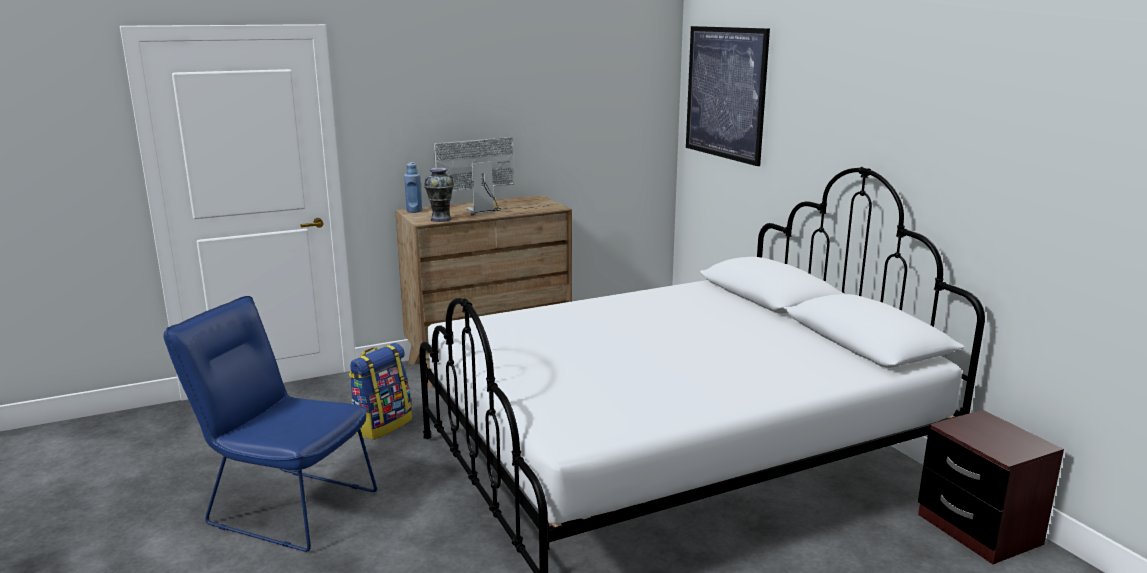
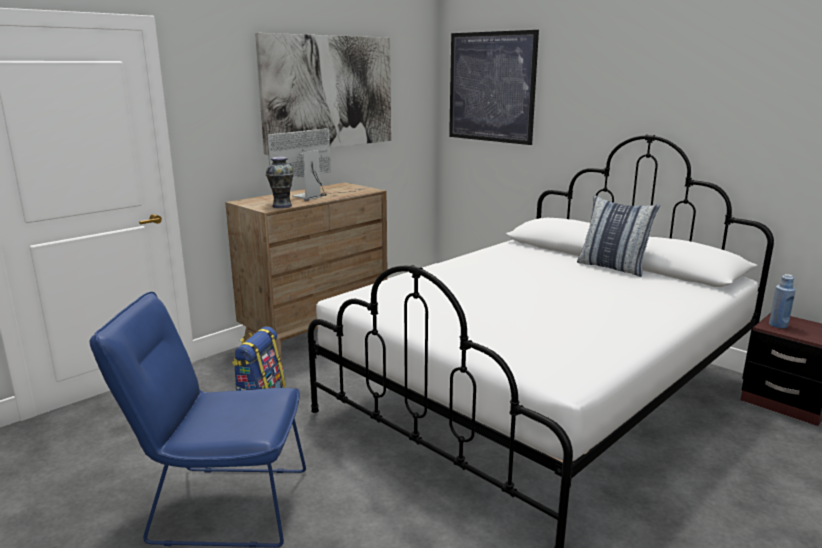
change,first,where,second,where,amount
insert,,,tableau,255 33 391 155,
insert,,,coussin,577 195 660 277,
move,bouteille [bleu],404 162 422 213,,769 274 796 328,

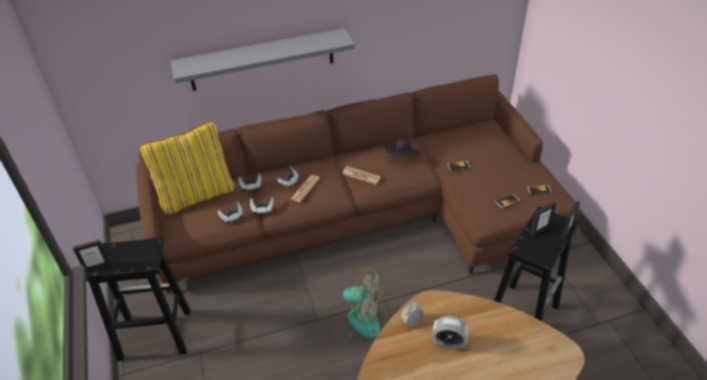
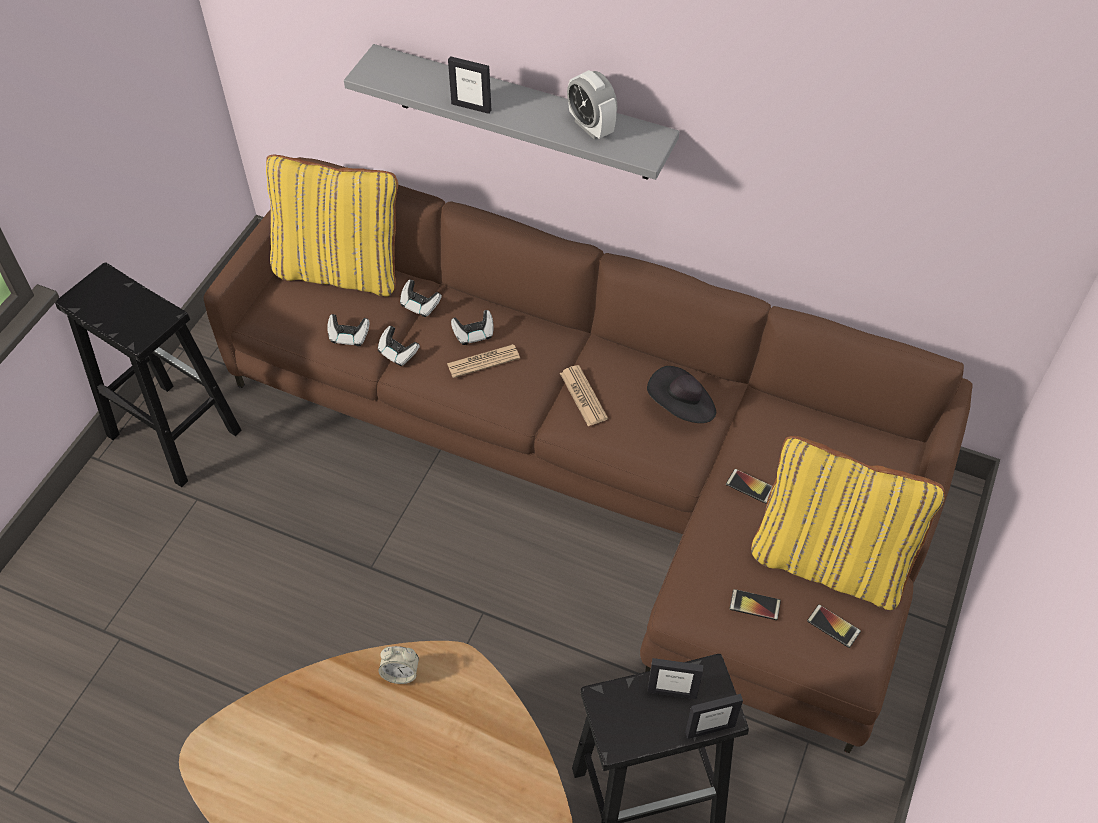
change,first,where,second,where,amount
delete,ventilateur,327 267 383 345,,,
insert,,,coussin [jaune],751 436 945 610,
move,cadre photo,73 239 110 271,,448 56 491 114,
move,réveil,432 316 469 350,,567 70 617 140,

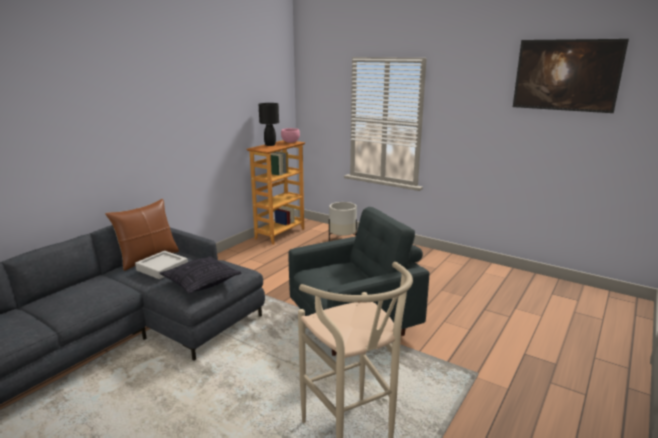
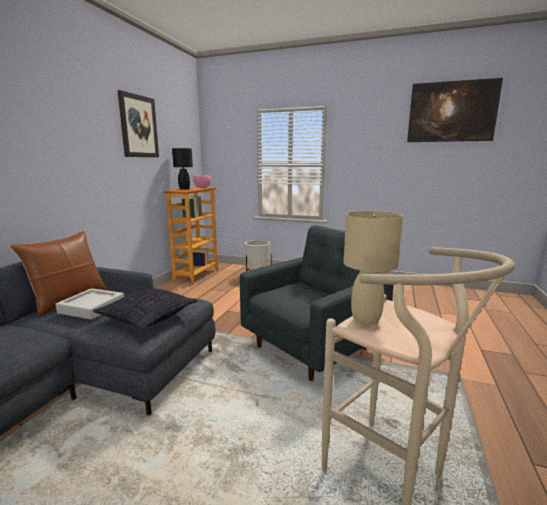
change,first,where,second,where,amount
insert,,,tableau,118 90 159 158,
insert,,,lampe de table [beige],343 211 403 325,

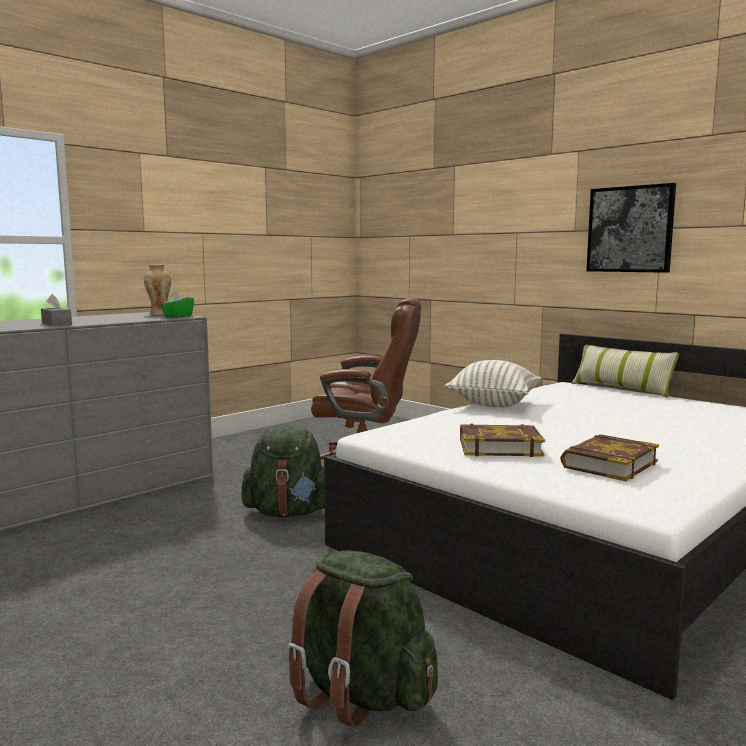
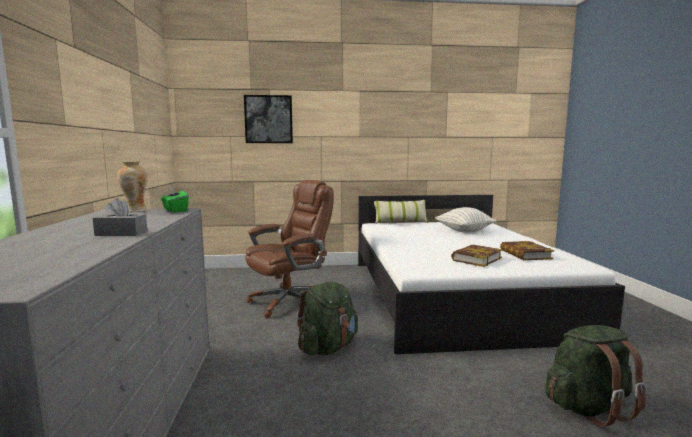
change,first,where,second,where,amount
move,coussin,445 360 541 408,,435 207 496 233,
move,tableau,586 183 676 273,,244 95 293 143,

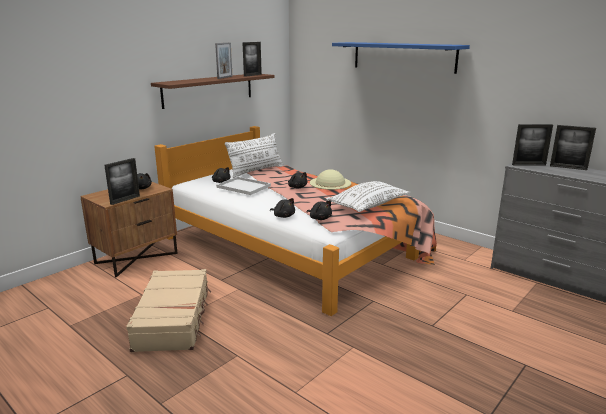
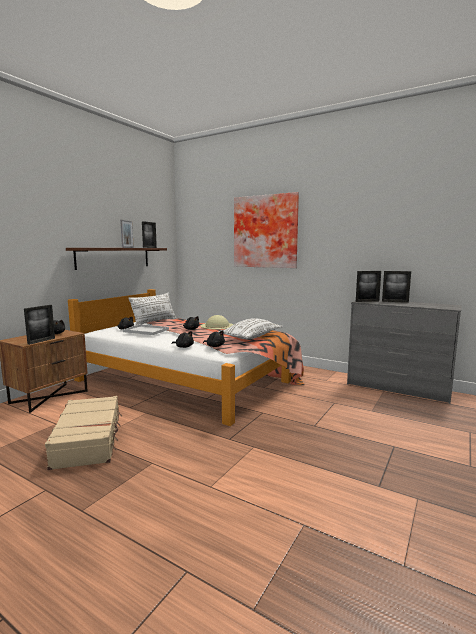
change,first,where,second,where,amount
replace,étagère [bleu],332 42 470 74,tableau,234 192 299 268,

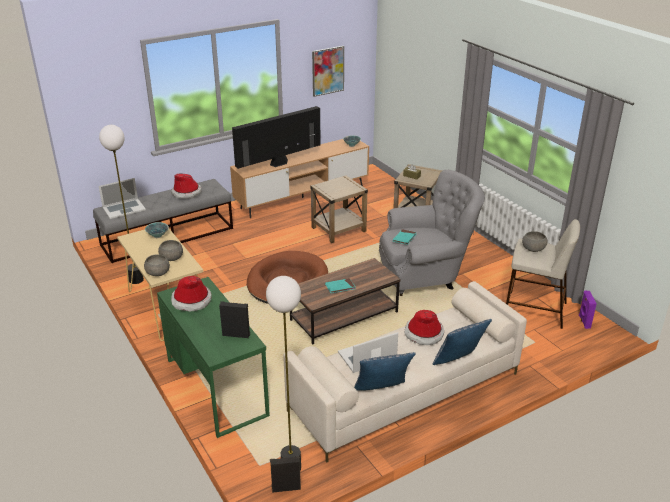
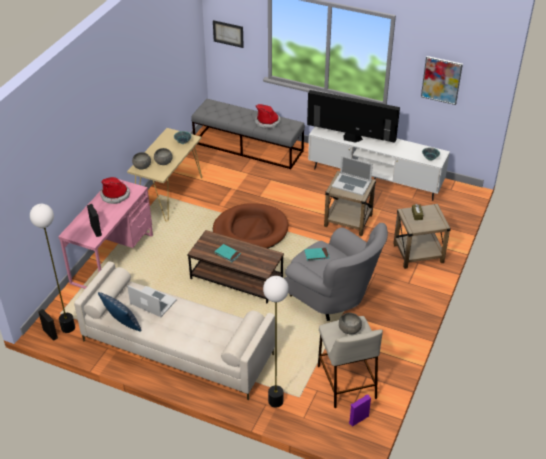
change,first,where,second,where,amount
delete,chapeau,405 310 444 345,,,
delete,coussin,432 319 492 365,,,
insert,,,tableau,213 20 244 48,
move,lampadaire,99 125 144 284,,263 276 289 408,
move,ordinateur portable,99 178 146 219,,332 156 373 196,
recolor,bureau [vert],157 277 270 438,bureau [rose],58 179 153 289,
recolor,meuble télé [marron],230 139 369 218,meuble télé [blanc],308 127 450 201,

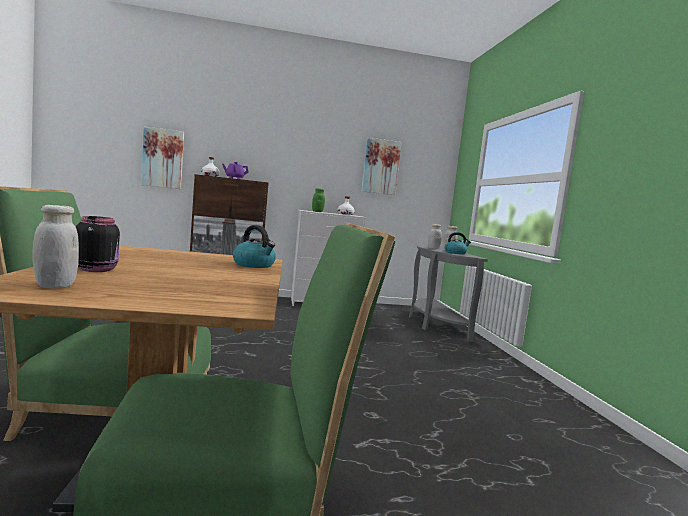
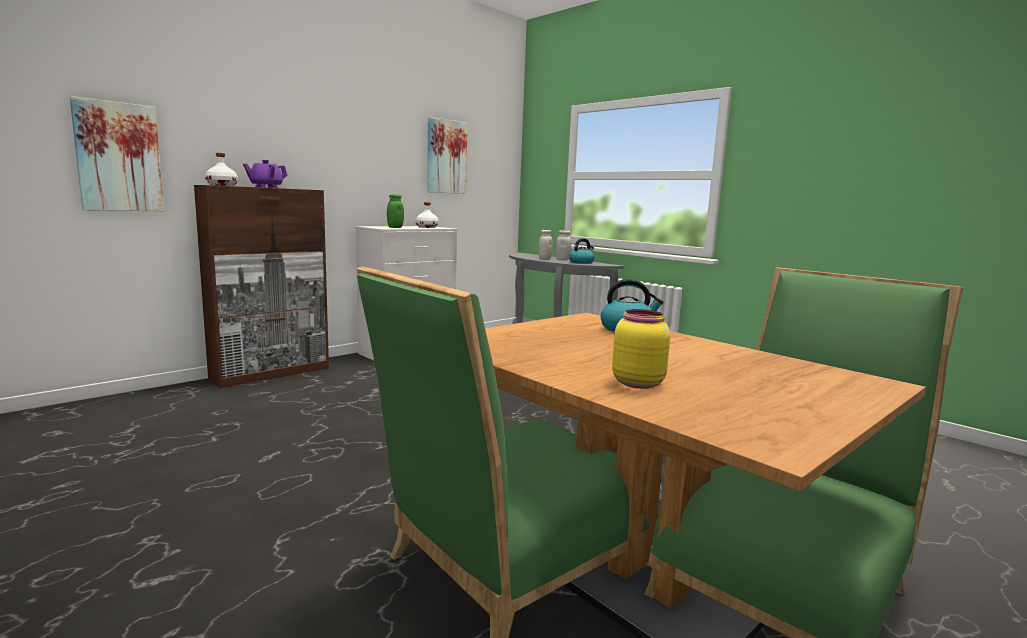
change,first,where,second,where,amount
delete,bocal [blanc],32 205 79 288,,,
recolor,bocal [noir],76 216 120 272,bocal [jaune],612 309 670 389,

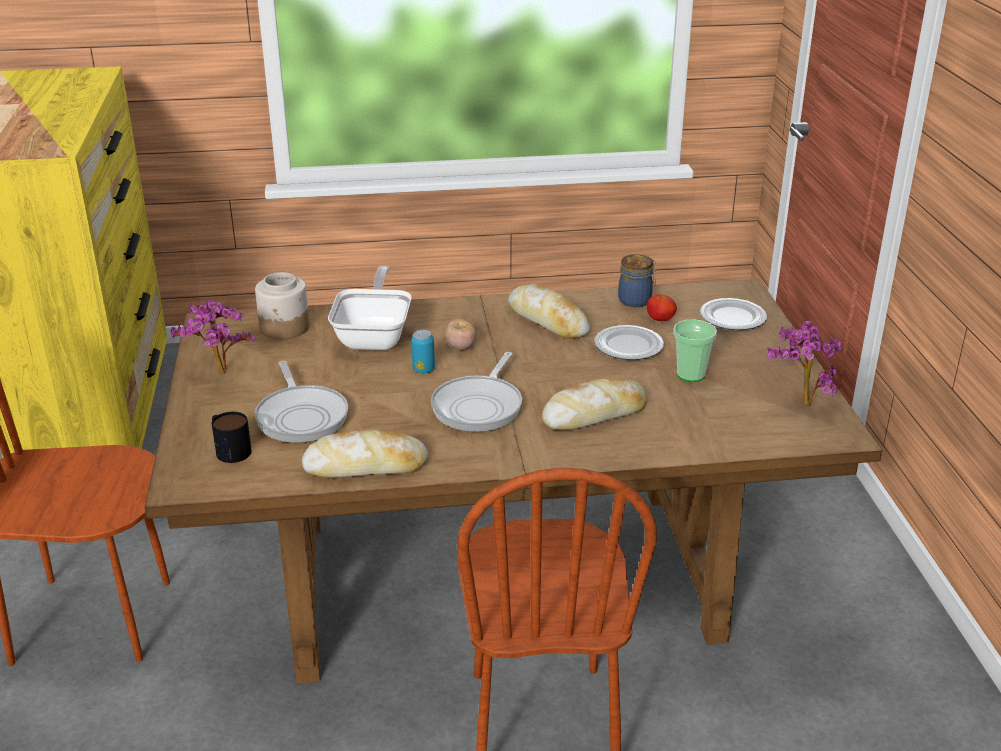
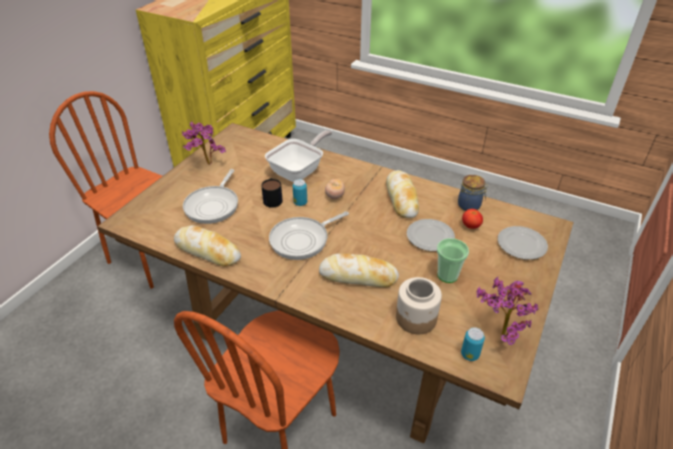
change,first,where,second,where,amount
insert,,,boîte métallique,461 327 485 361,
move,mug,212 412 252 463,,261 178 283 208,
move,bocal,255 272 309 339,,396 277 442 334,

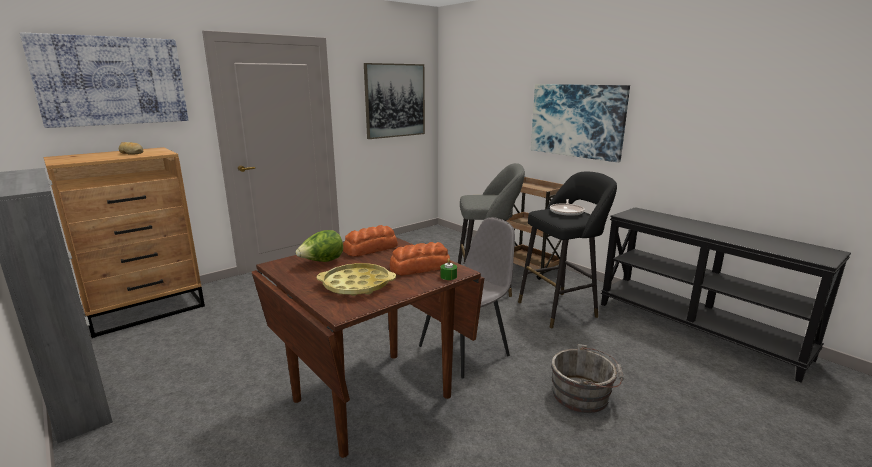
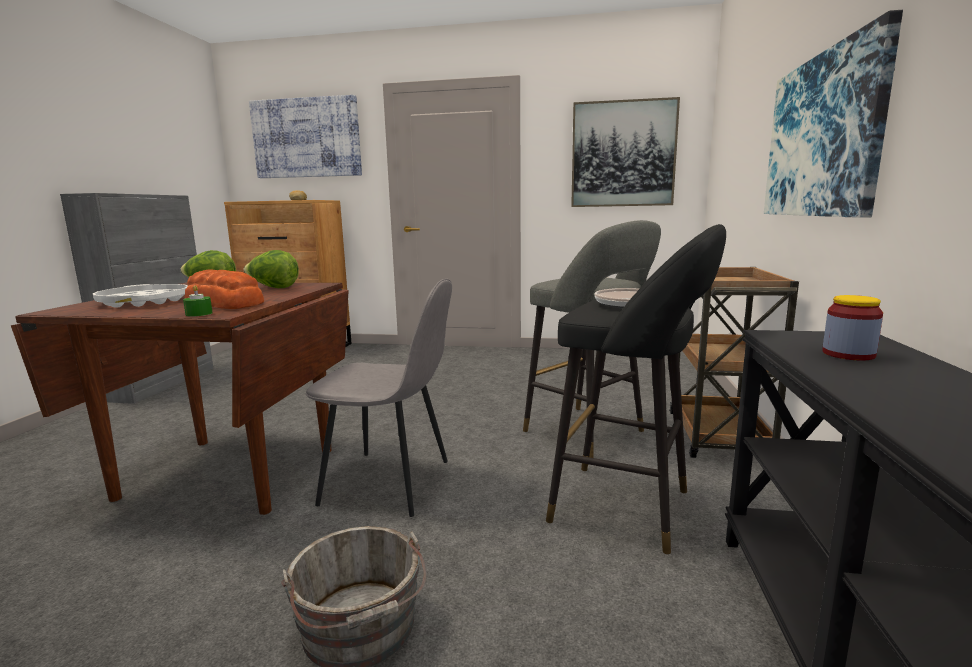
change,first,where,second,where,amount
insert,,,bocal,822 295 883 361,
replace,pain,343 225 398 257,laitue,243 250 299 288,
recolor,plateau [jaune],317 263 396 296,plateau [blanc],93 284 188 308,

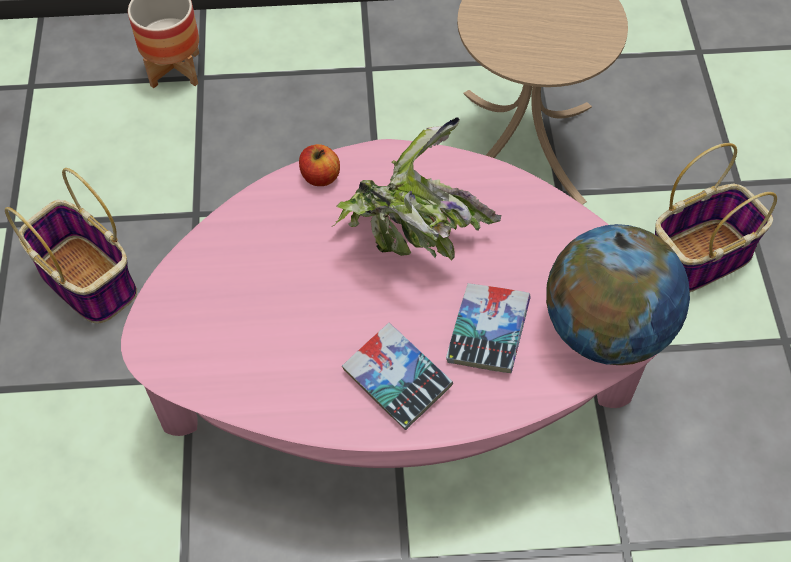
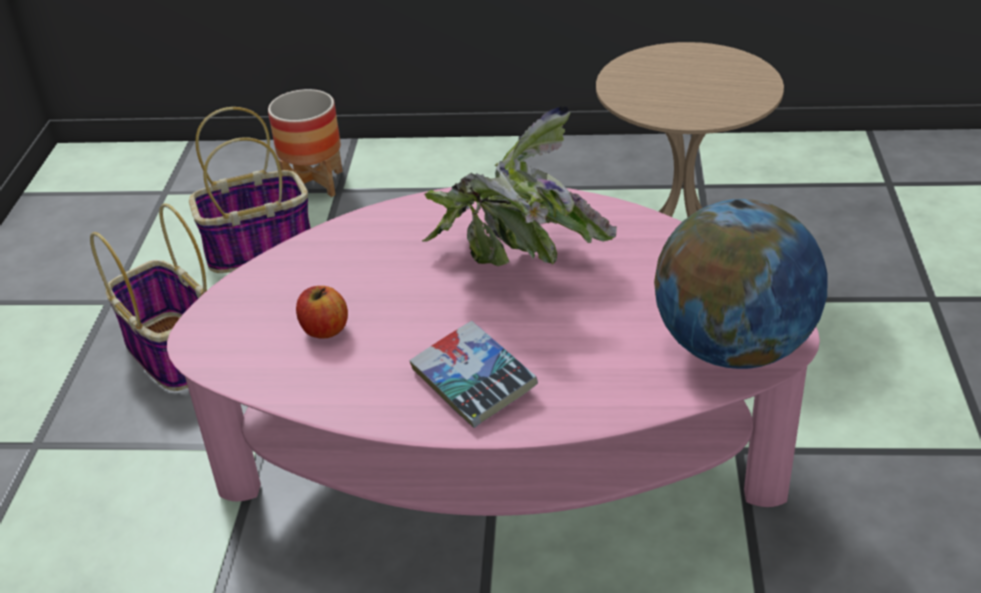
change,first,where,second,where,amount
delete,livre,446 283 531 373,,,
move,pomme,299 144 340 186,,296 286 348 339,
move,panier,655 143 777 292,,189 107 311 273,

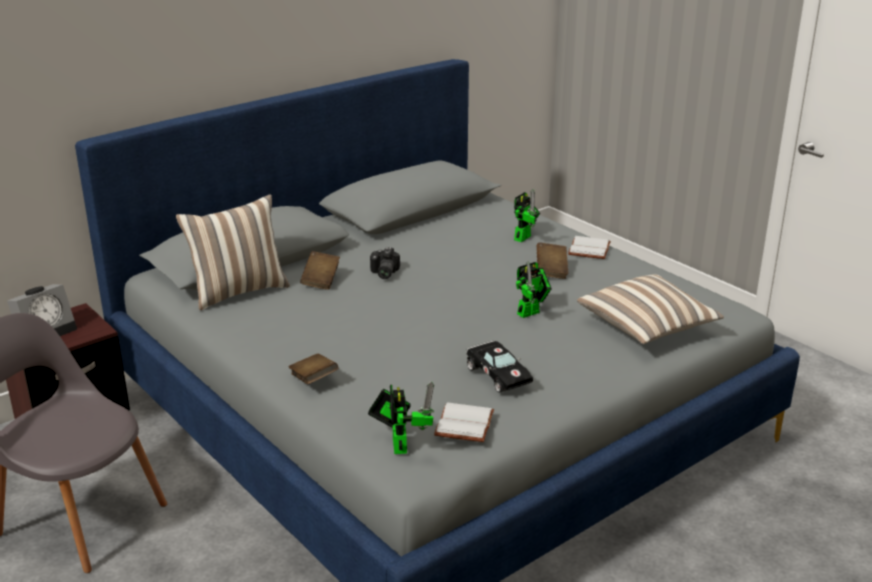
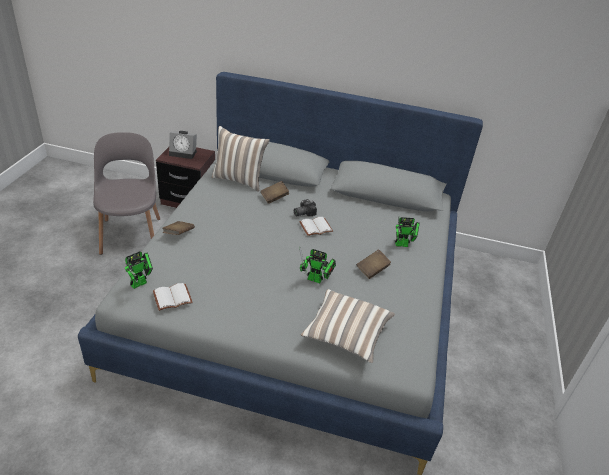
change,first,where,second,where,amount
delete,petite voiture [noir],466 341 533 393,,,
move,livre [blanc],568 236 611 259,,299 217 333 236,

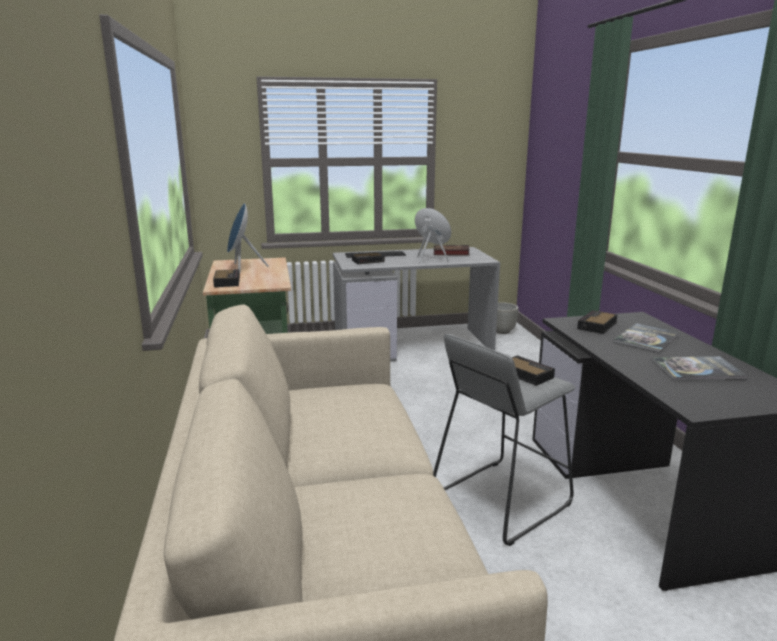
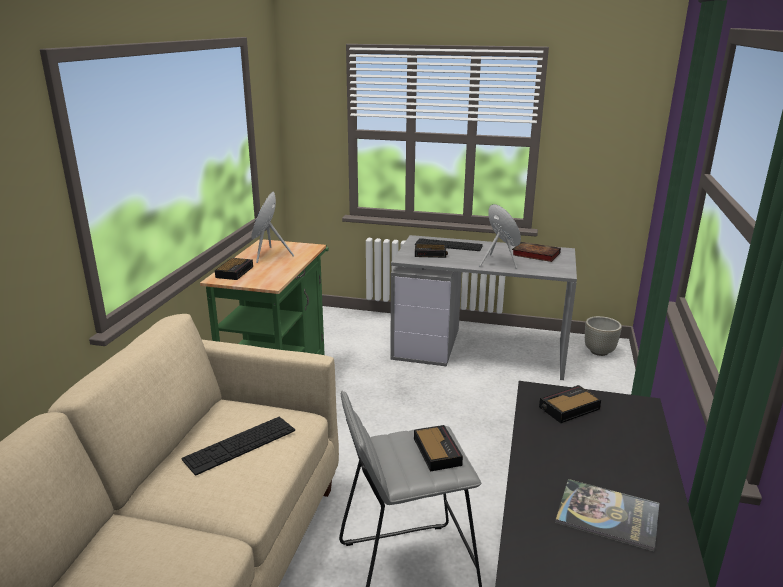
change,first,where,second,where,amount
delete,livre,613 323 680 353,,,
insert,,,clavier,181 417 295 476,

